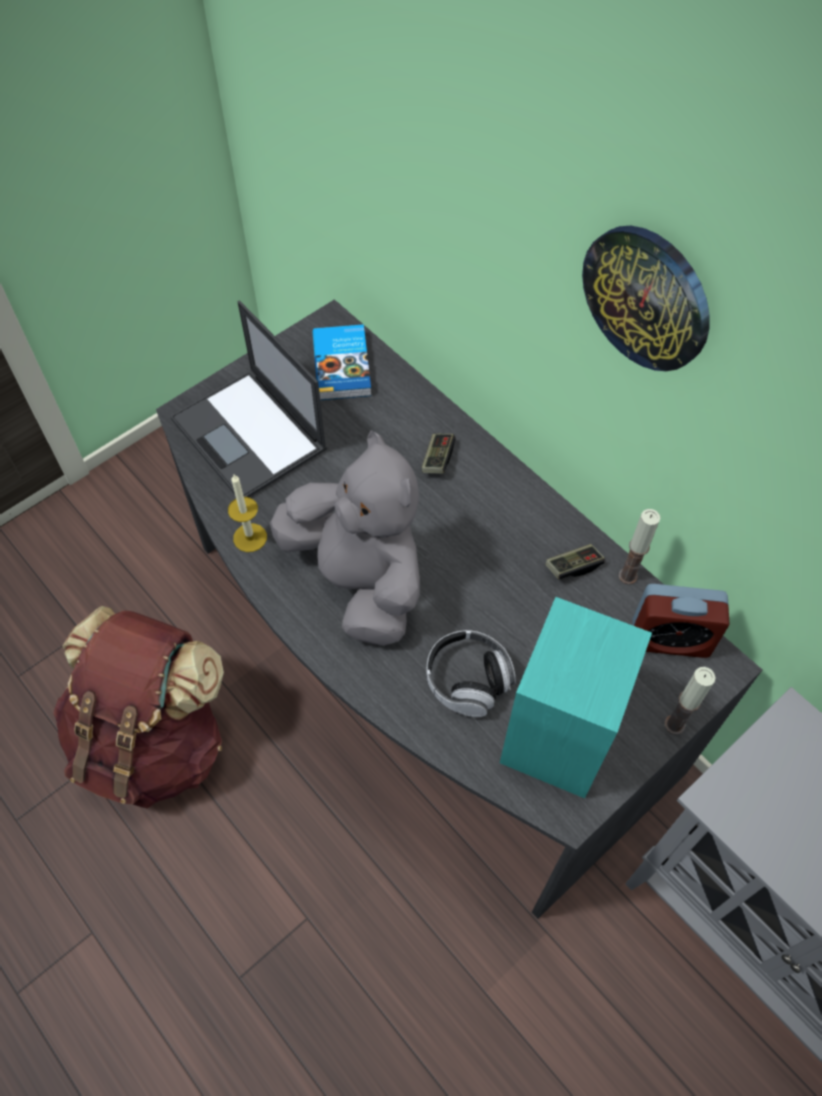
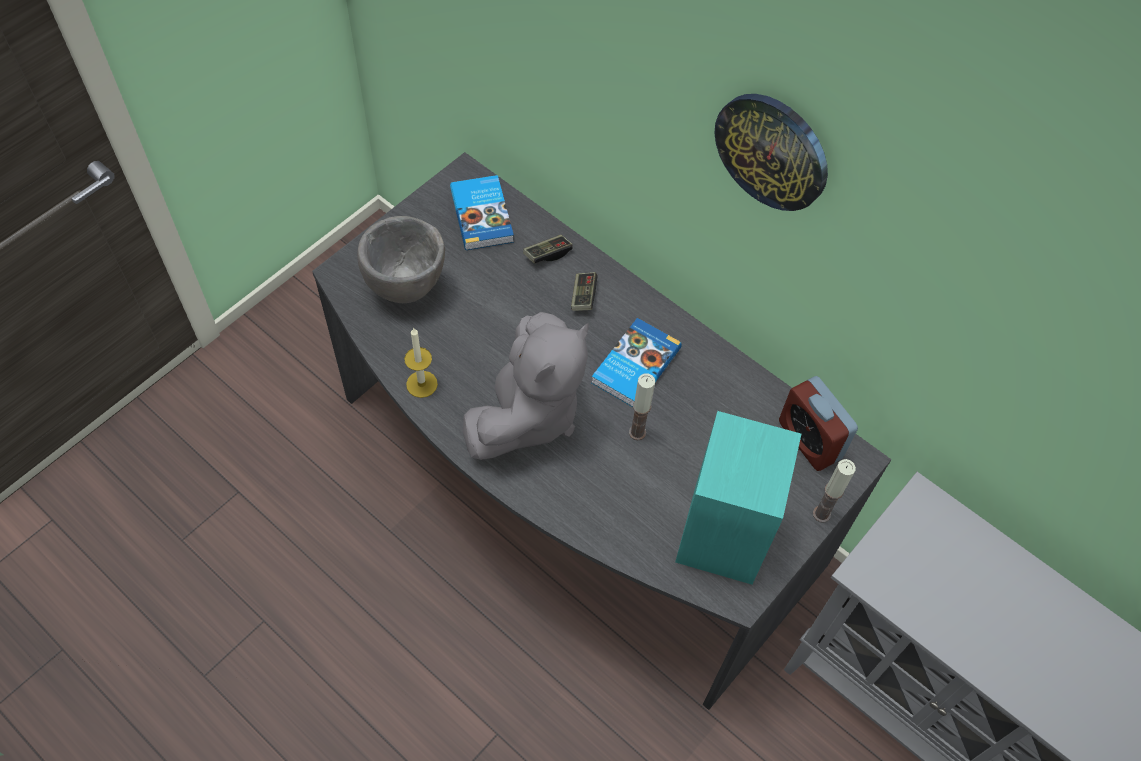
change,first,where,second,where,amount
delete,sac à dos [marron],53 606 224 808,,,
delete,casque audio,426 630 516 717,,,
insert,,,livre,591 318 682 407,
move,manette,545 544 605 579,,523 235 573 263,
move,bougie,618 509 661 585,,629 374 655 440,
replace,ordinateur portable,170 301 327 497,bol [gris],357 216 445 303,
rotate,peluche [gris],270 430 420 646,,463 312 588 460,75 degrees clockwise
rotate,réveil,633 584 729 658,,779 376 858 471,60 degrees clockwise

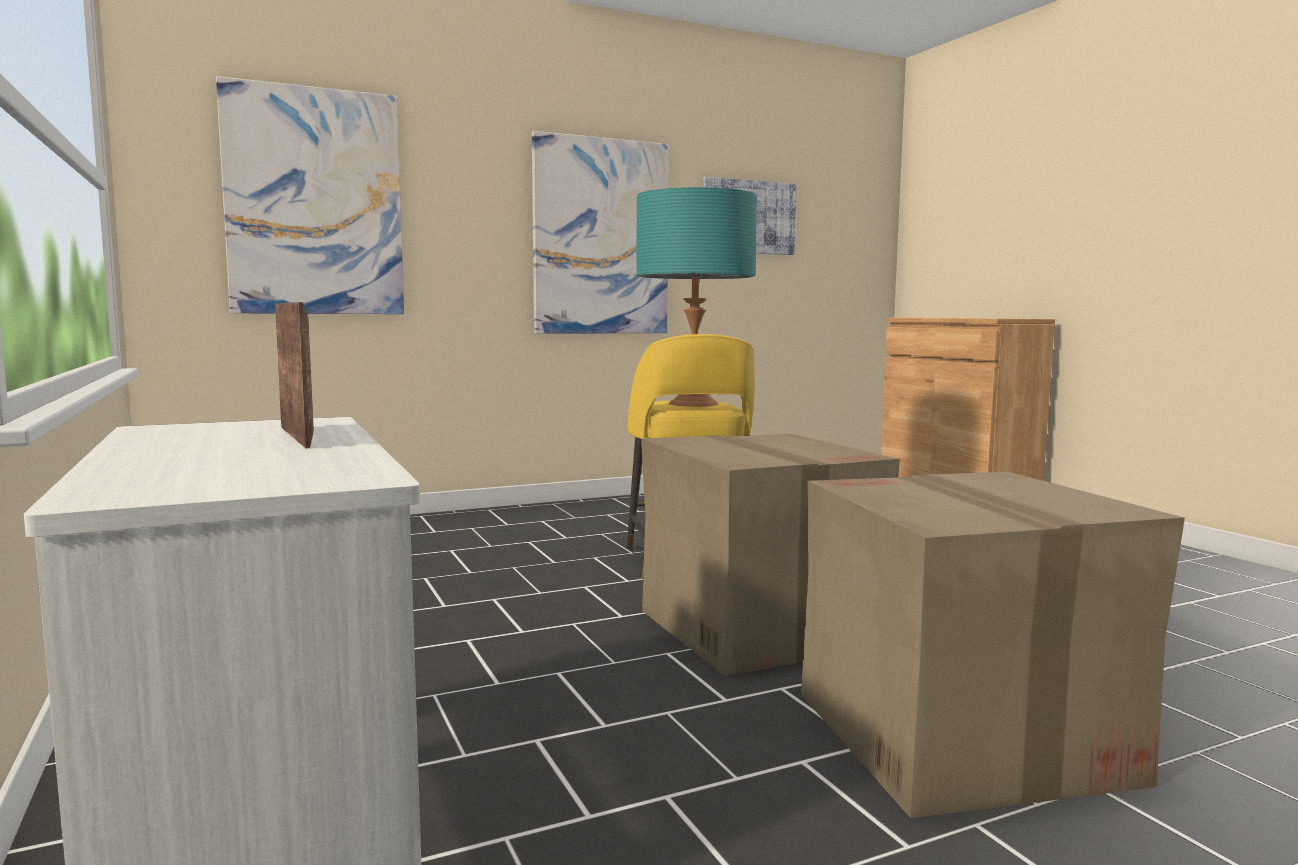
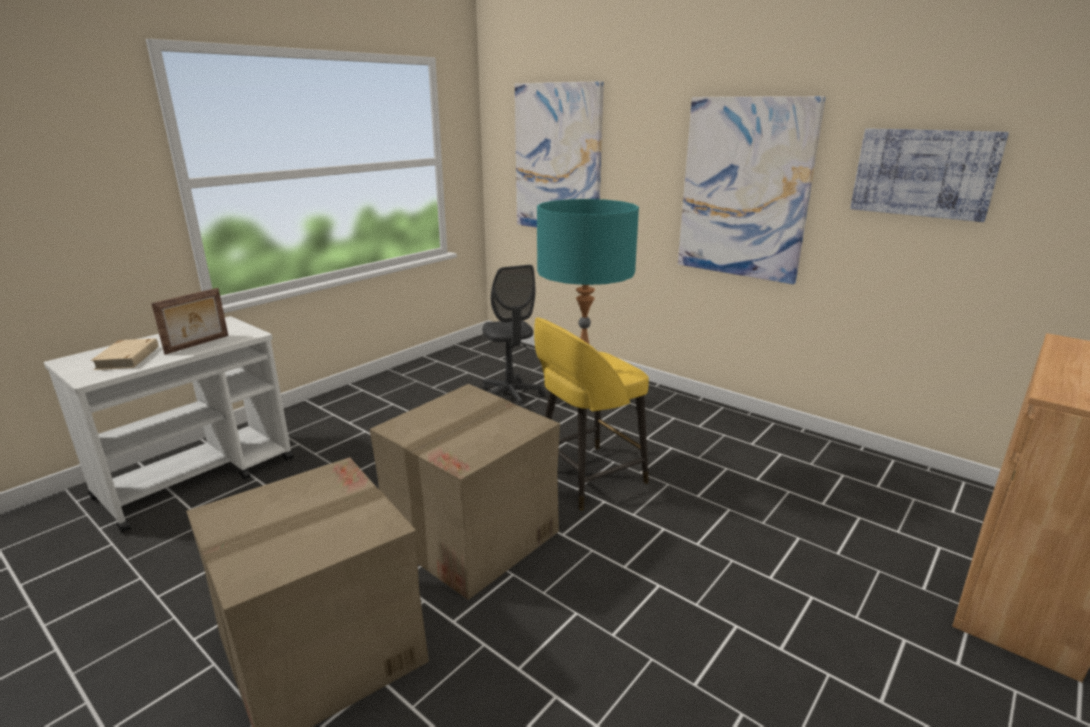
change,first,where,second,where,amount
insert,,,livre [beige],91 338 158 370,
insert,,,chaise de bureau [gris],482 265 545 408,

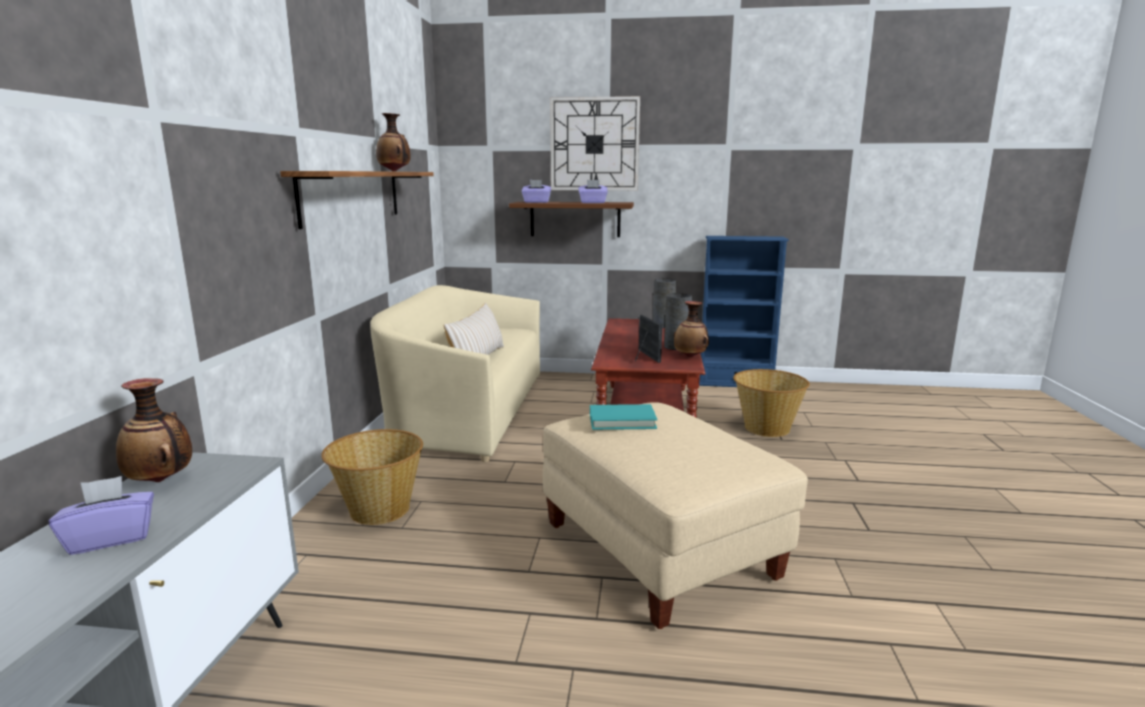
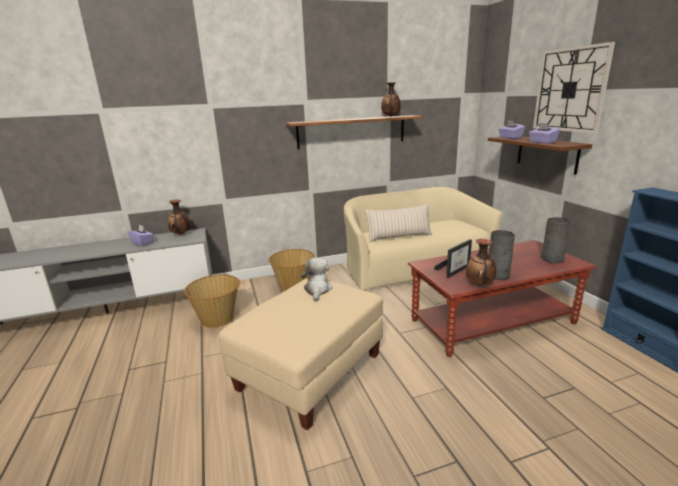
change,first,where,second,where,amount
move,panier,733 369 810 437,,184 275 240 328,
replace,livre [turquoise],590 404 657 430,peluche,301 258 333 302,

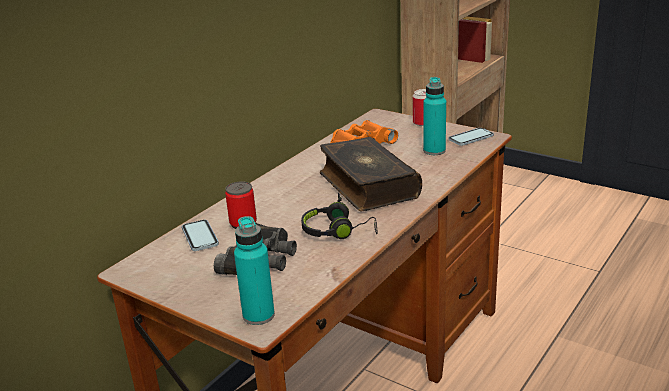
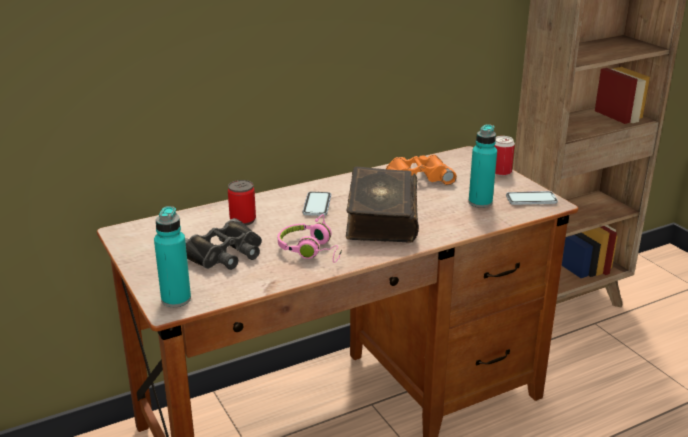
change,first,where,second,where,amount
move,téléphone,182 220 219 251,,303 192 331 216,
recolor,casque audio [noir],301 193 377 239,casque audio [rose],278 214 342 263,

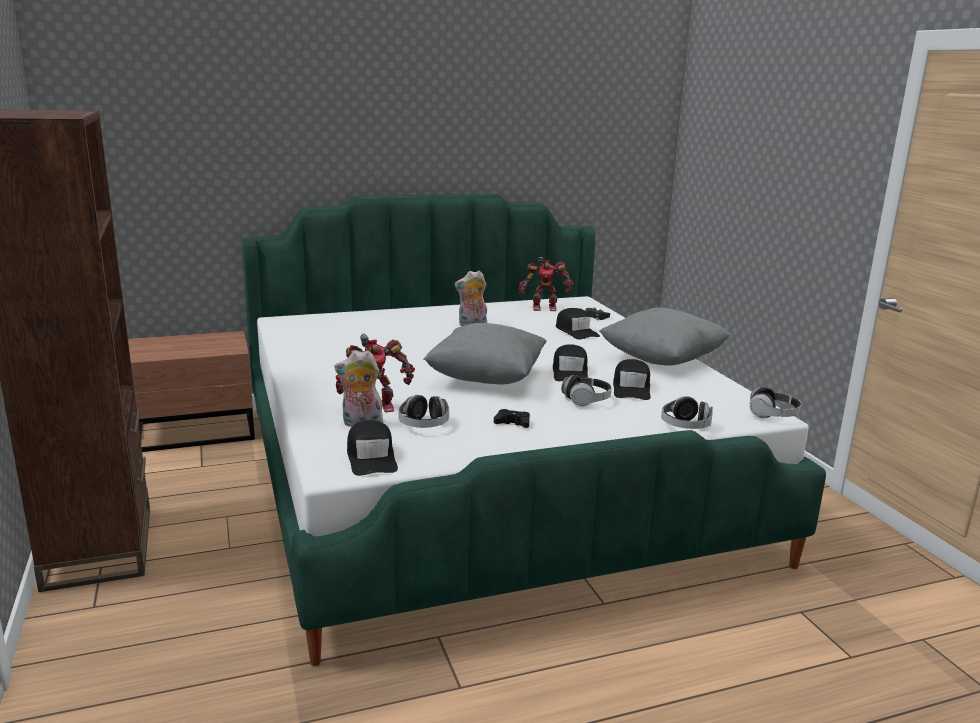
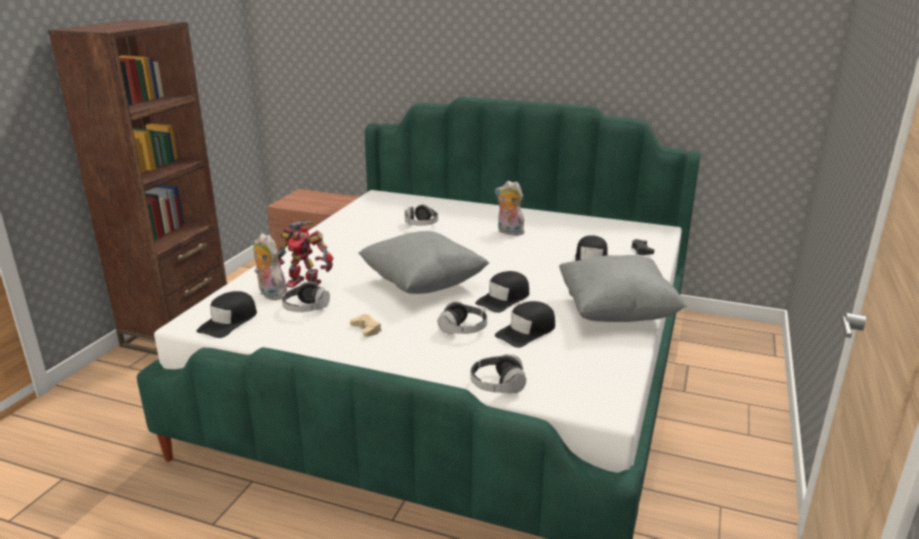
change,first,where,second,where,amount
delete,robot jouet,519 257 574 311,,,
move,casque audio,749 386 801 418,,405 205 438 226,
recolor,manette [noir],494 409 530 428,manette [beige],350 314 381 337,

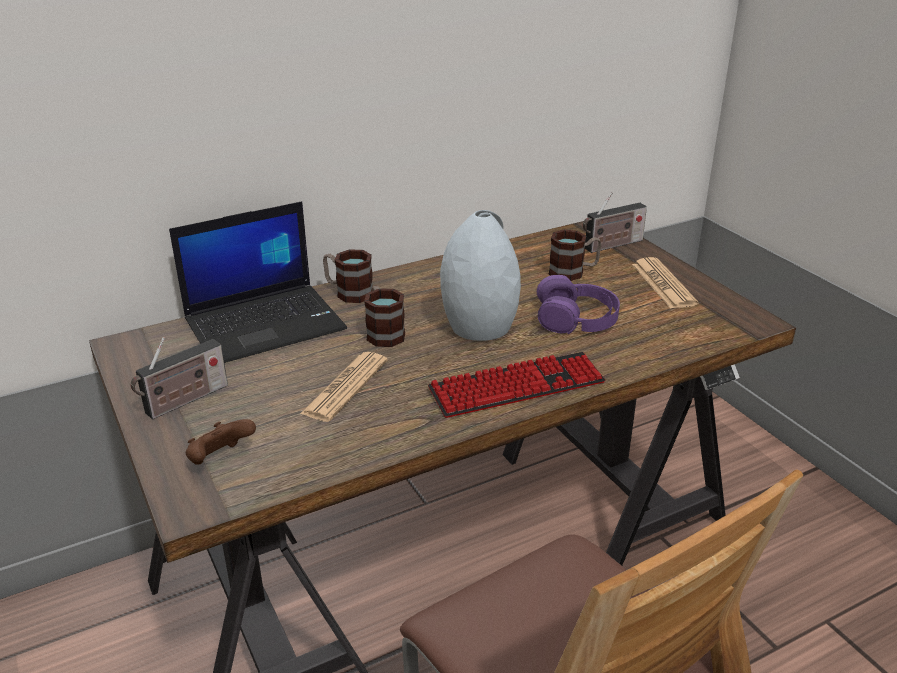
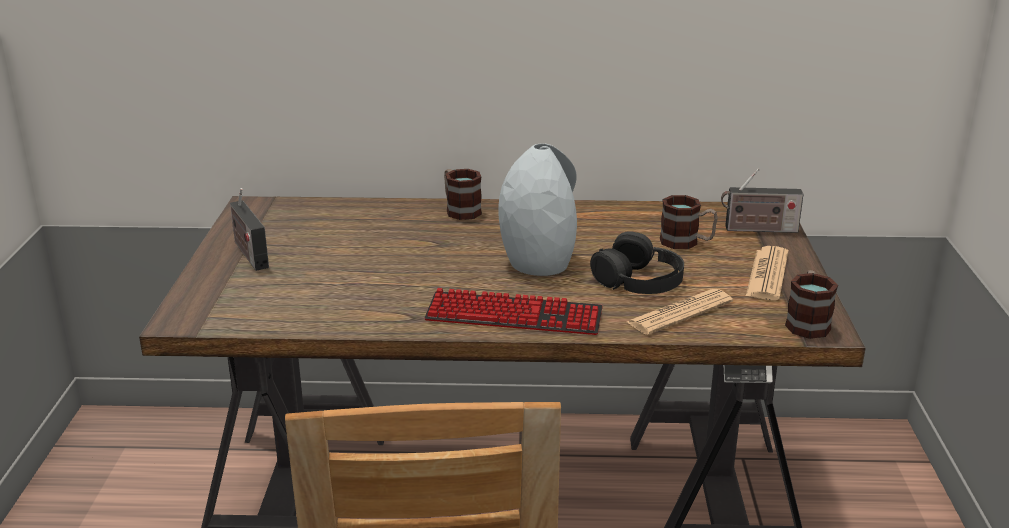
change,first,where,second,where,amount
delete,ordinateur portable,169 201 347 363,,,
delete,manette [marron],186 419 256 465,,,
move,journal,300 352 388 422,,627 289 733 335,
move,mug,364 286 405 347,,785 270 838 339,
recolor,casque audio [violet],537 275 620 334,casque audio [noir],590 231 684 294,
rotate,radio,130 337 228 419,,230 188 269 271,75 degrees clockwise

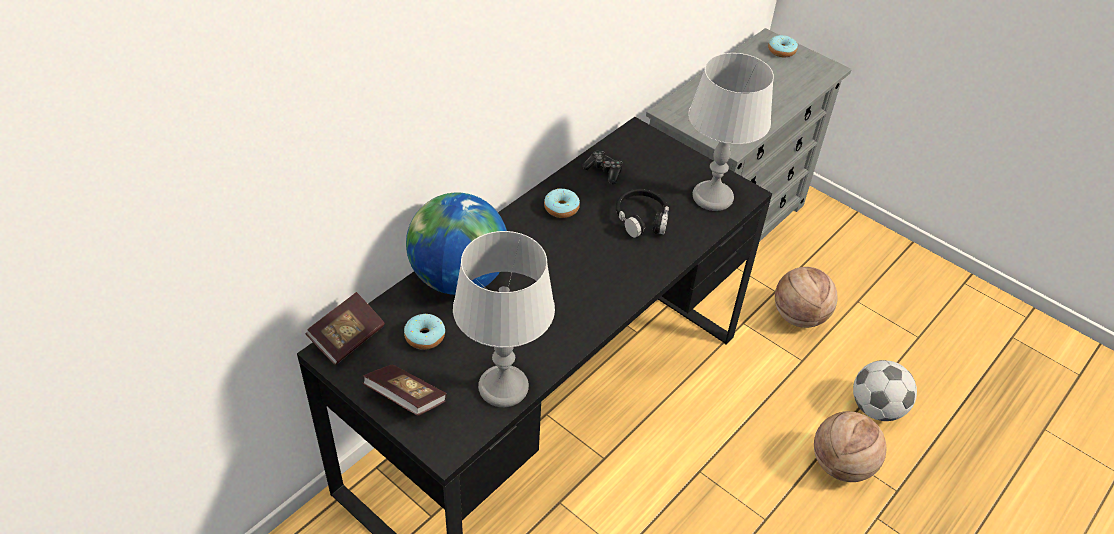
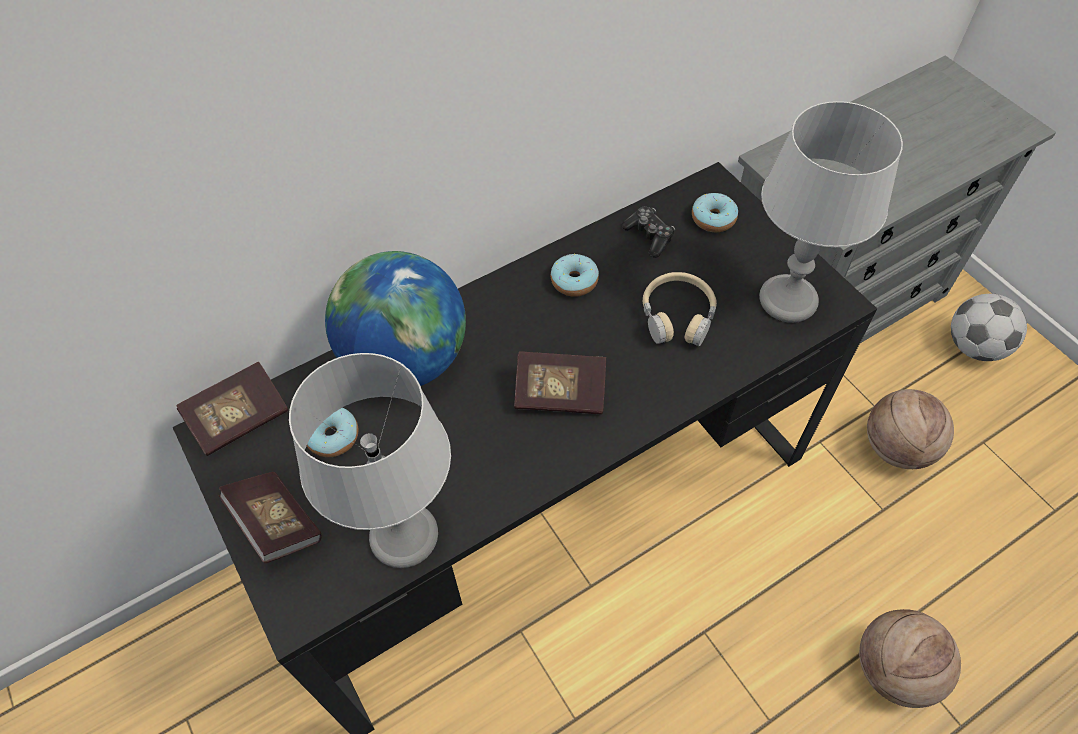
change,first,where,second,where,amount
insert,,,livre,514 351 606 414,
move,beignet,768 35 798 57,,692 193 738 232,
move,ballon de foot,853 360 917 421,,951 294 1027 361,
recolor,casque audio [noir],616 189 669 238,casque audio [beige],643 272 717 346,

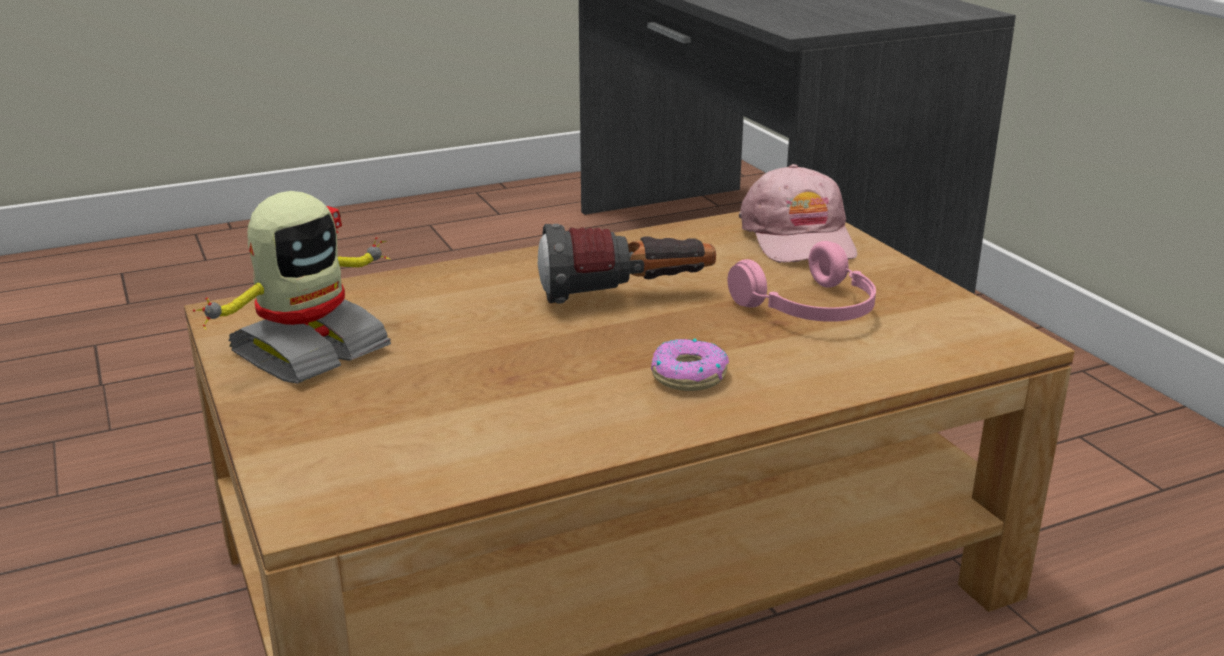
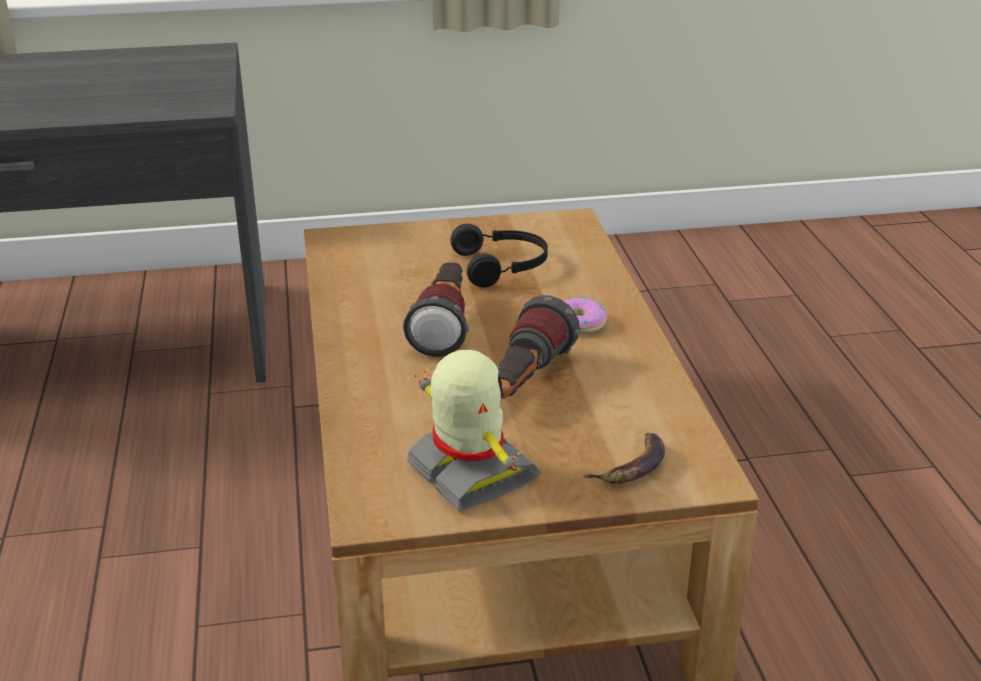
change,first,where,second,where,amount
delete,casquette [rose],739 164 857 263,,,
insert,,,lampe de poche,498 295 580 399,
insert,,,banane,583 433 665 484,
recolor,casque audio [rose],727 241 876 322,casque audio [noir],451 224 548 287,

